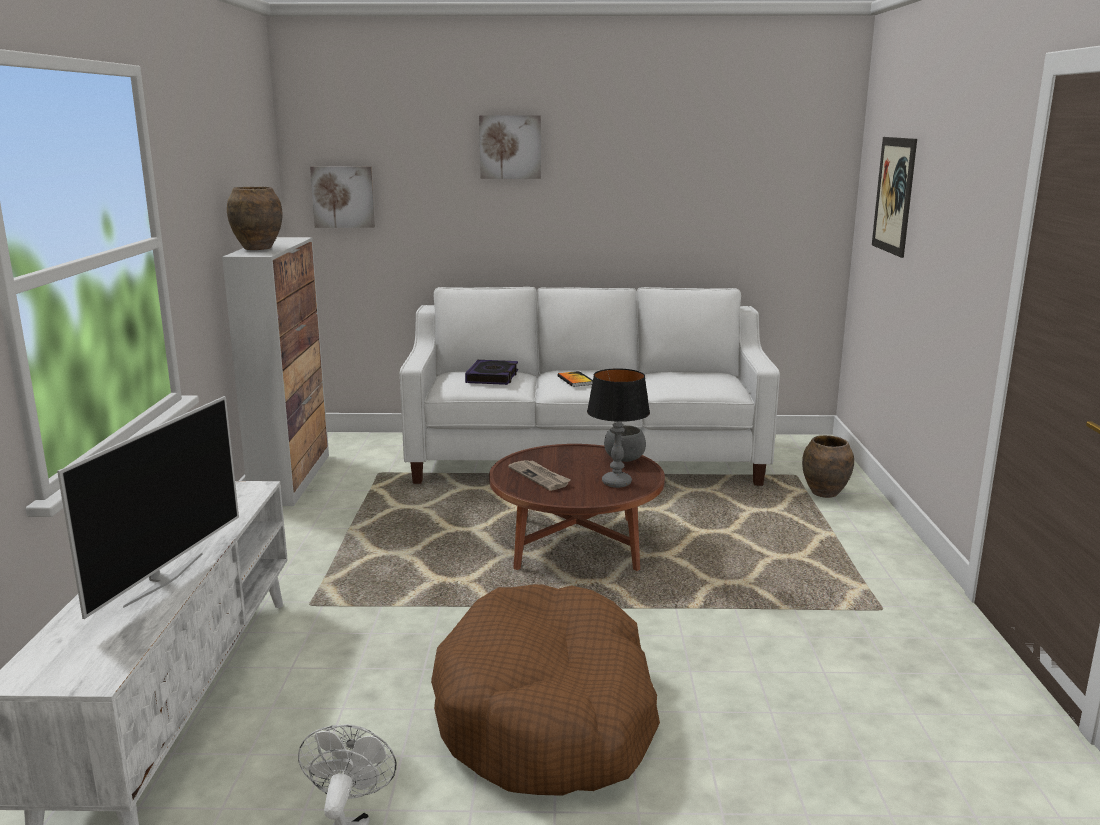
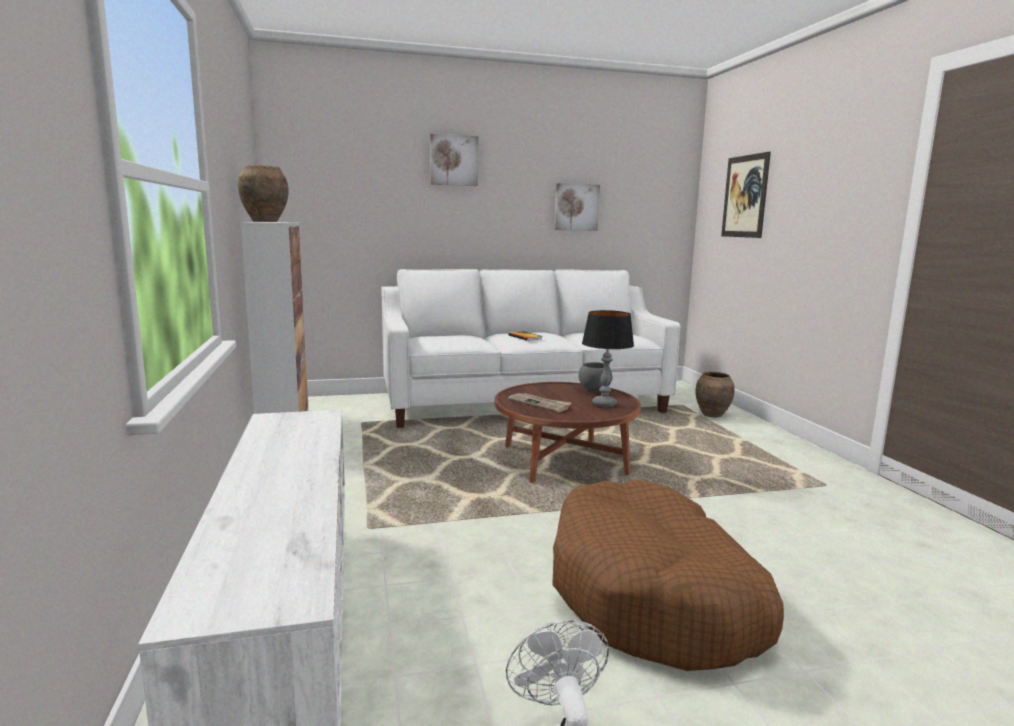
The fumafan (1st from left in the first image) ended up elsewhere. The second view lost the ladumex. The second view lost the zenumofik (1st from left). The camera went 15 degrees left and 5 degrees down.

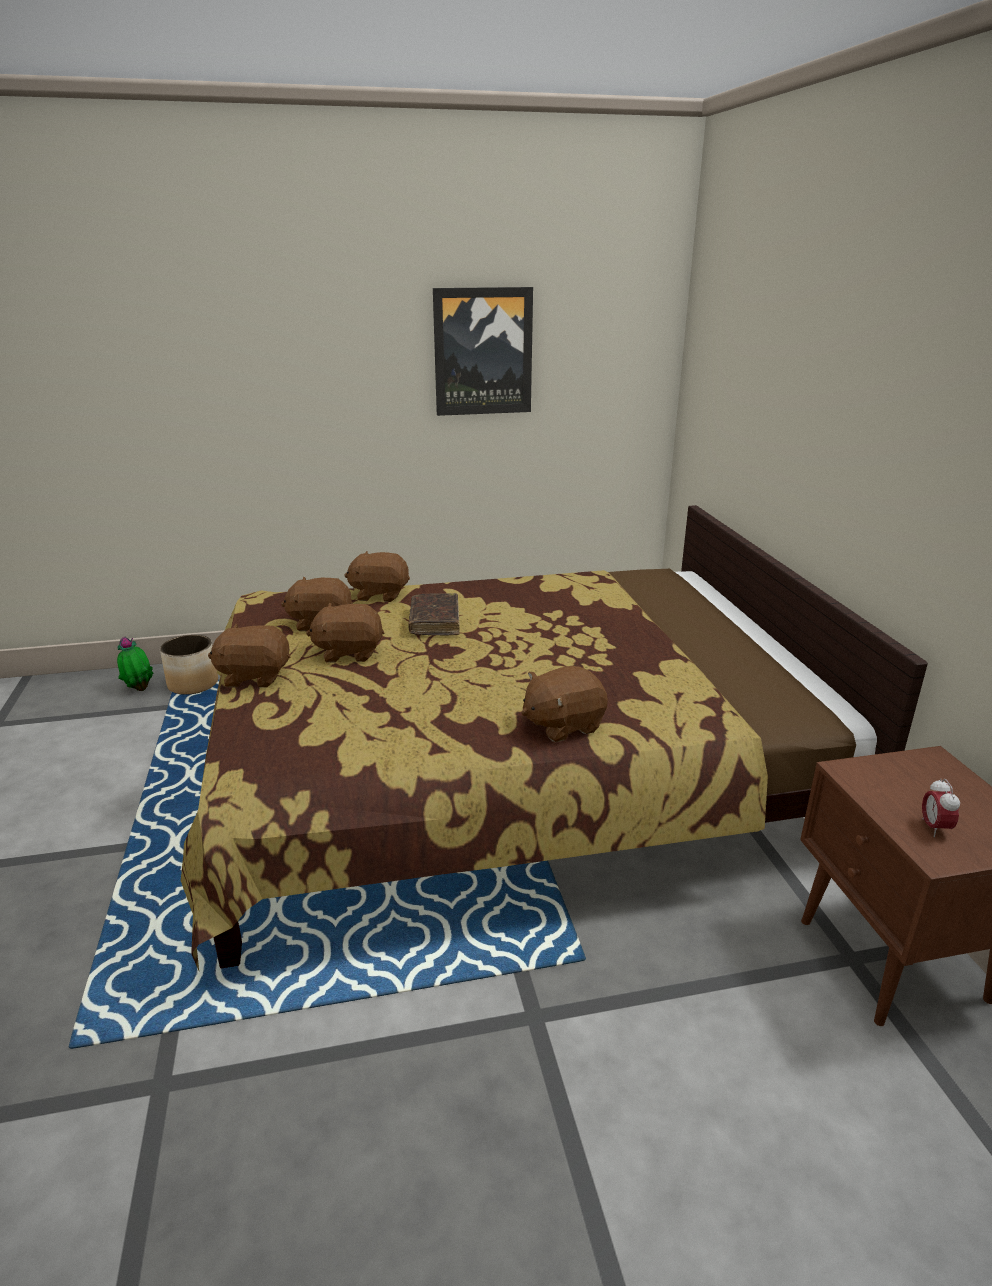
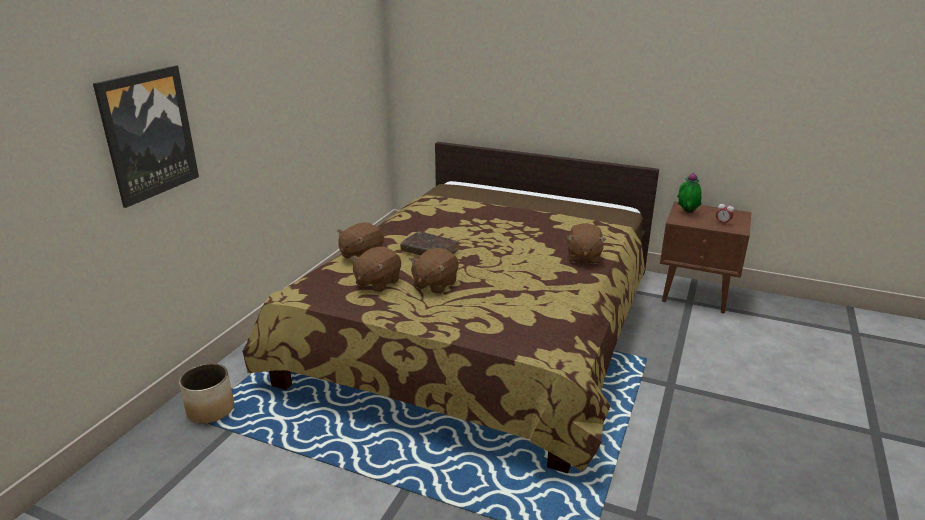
The fumafan ended up elsewhere. The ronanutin ended up elsewhere. The second view lost the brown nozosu (1st from left). The camera went 55 degrees left and 0 degrees up.

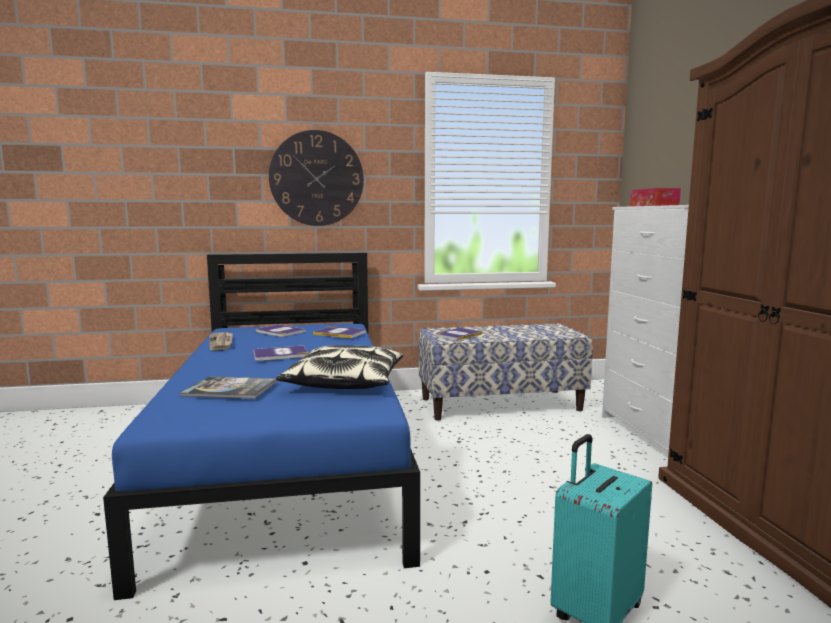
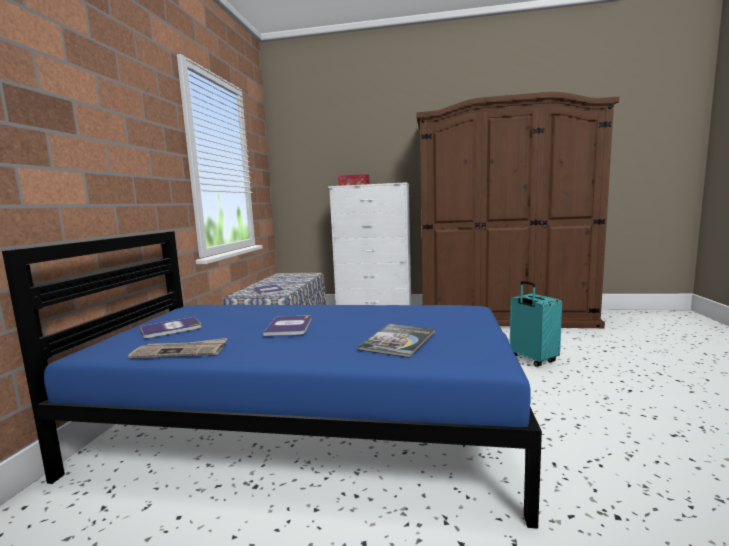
The second view lost the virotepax. The second view lost the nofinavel. The second view lost the zenumofik (4th from left). The camera went 70 degrees left and 0 degrees up.

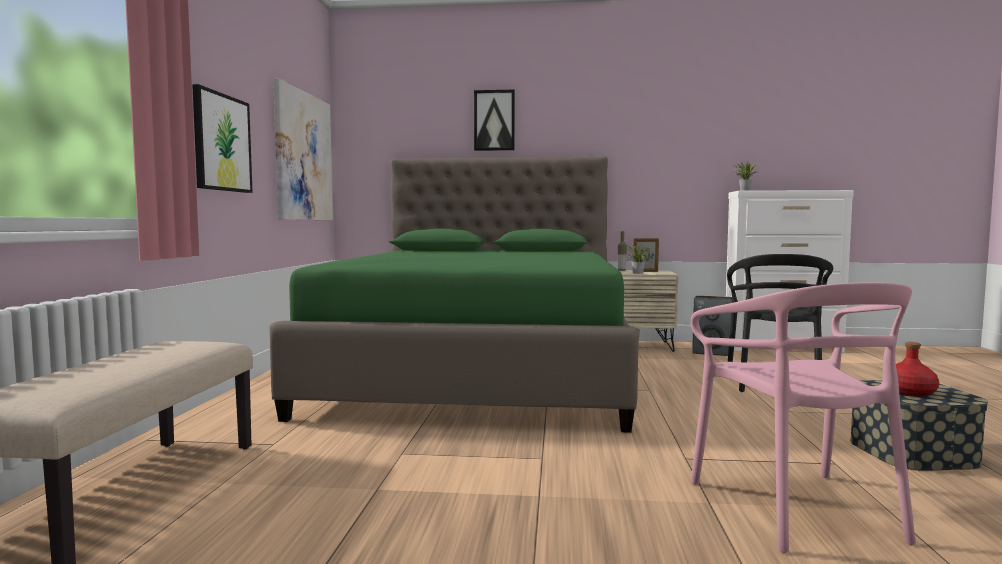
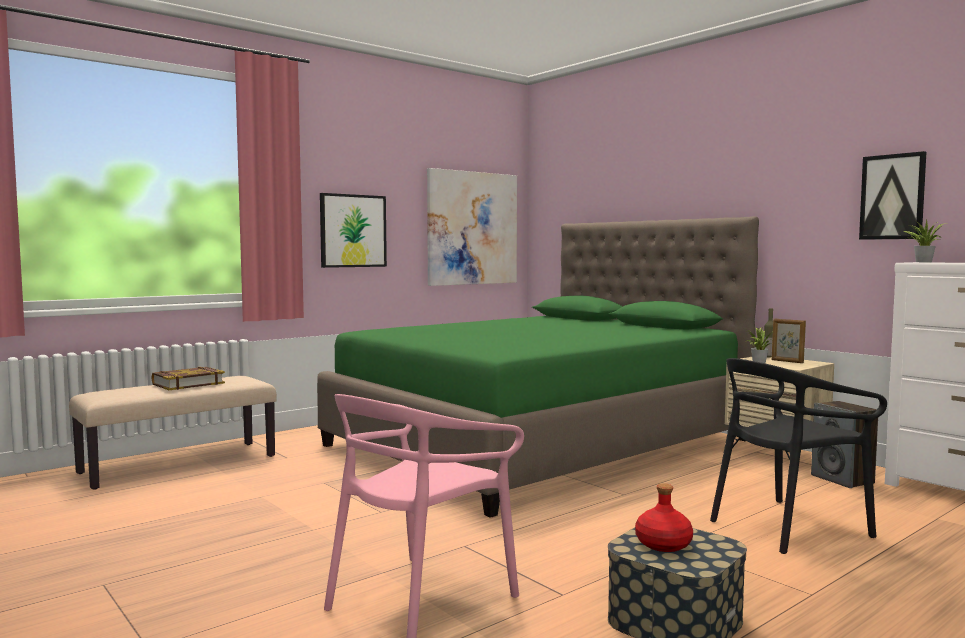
The second view gained the zenumofik. The fumafan (3rd from left) ended up elsewhere. The camera went 45 degrees right and 0 degrees up.

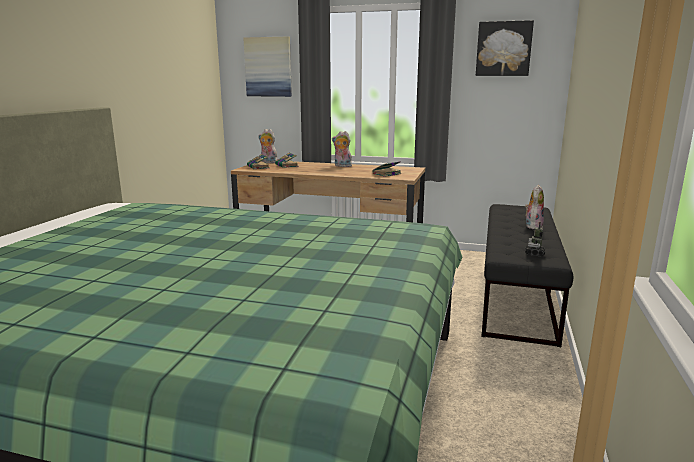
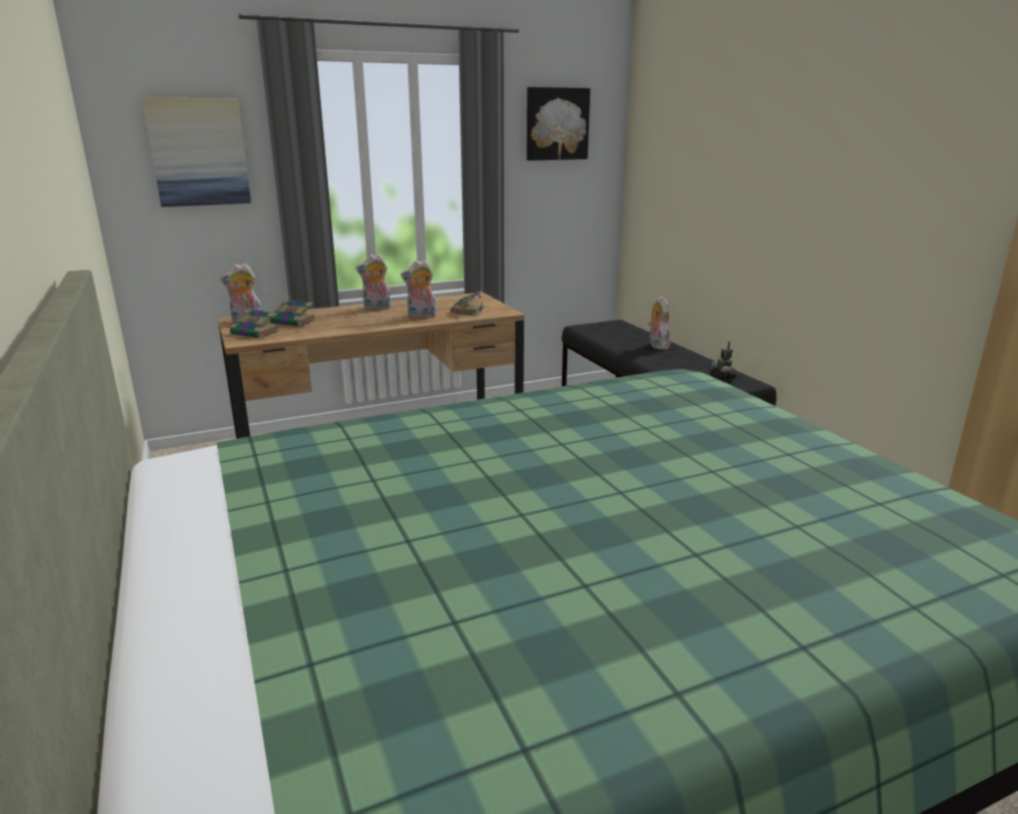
The second view gained the nozosu (3rd from left). The camera went 40 degrees left and 5 degrees up.

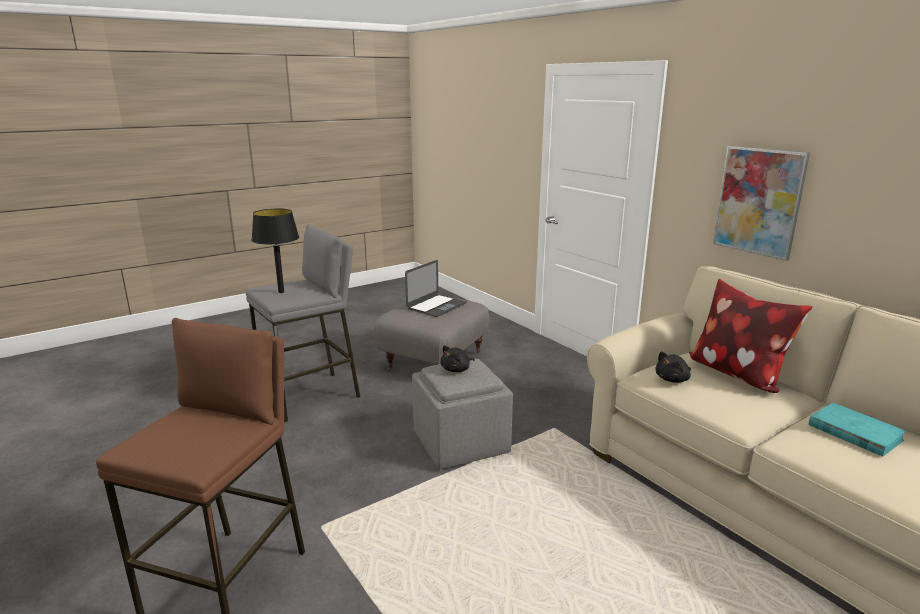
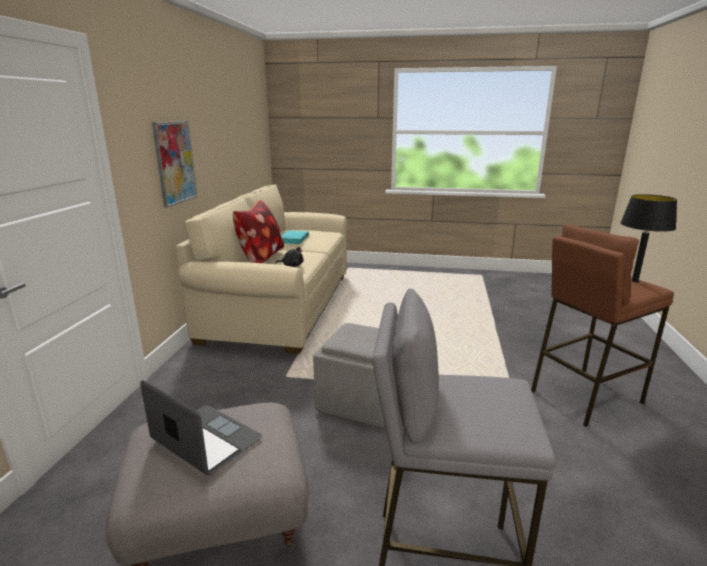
The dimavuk ended up facing another way, 45 degrees clockwise from before. The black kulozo ended up elsewhere. The second view lost the black nozosu (1st from left). The camera went 135 degrees left and 0 degrees up.

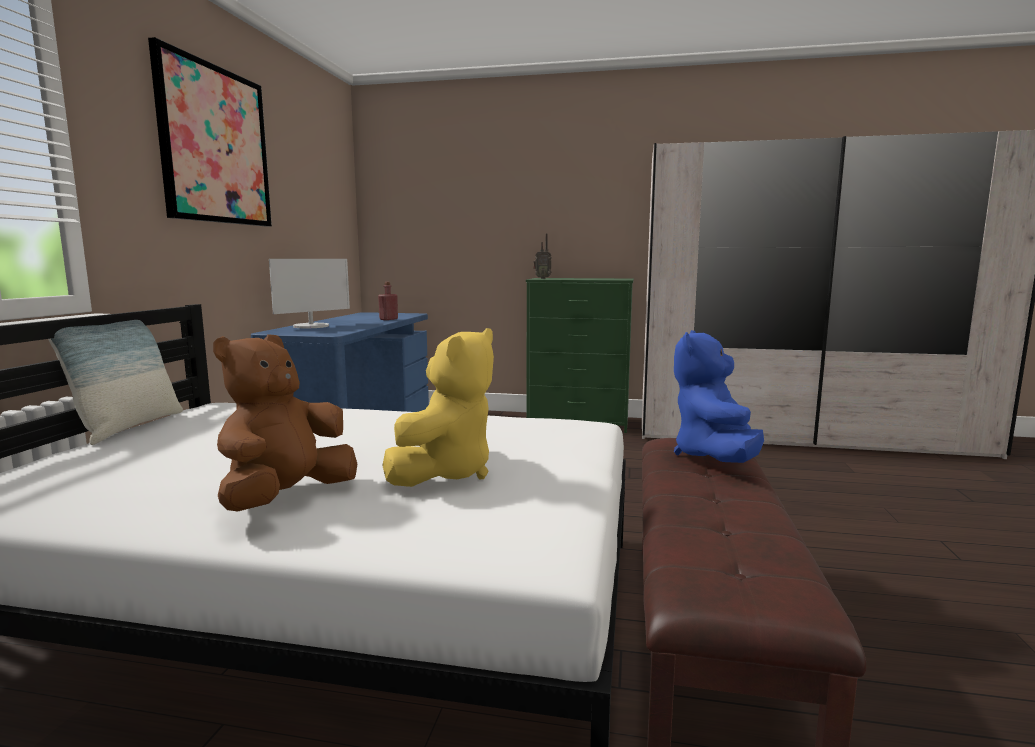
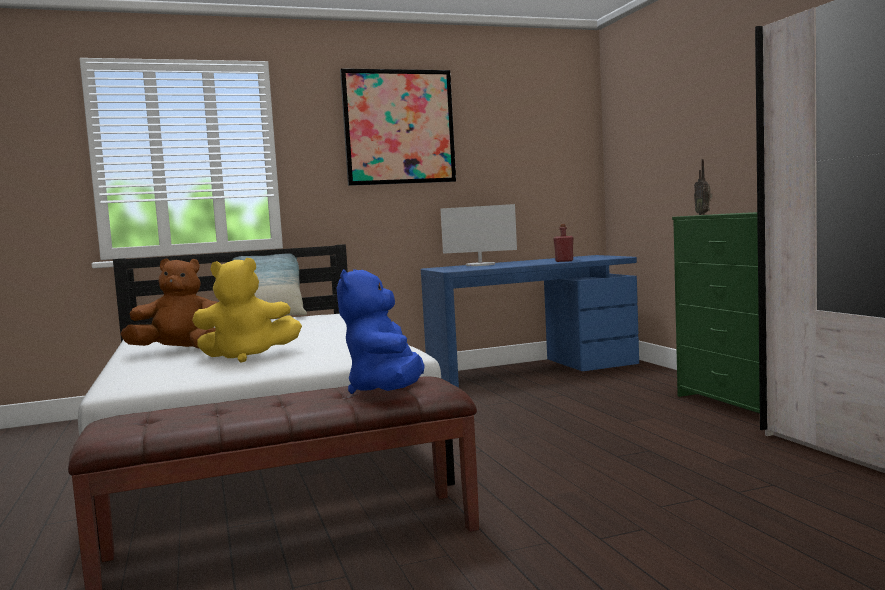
The blue nozosu ended up facing another way, 75 degrees counterclockwise from before. The camera went 60 degrees right and 5 degrees down.

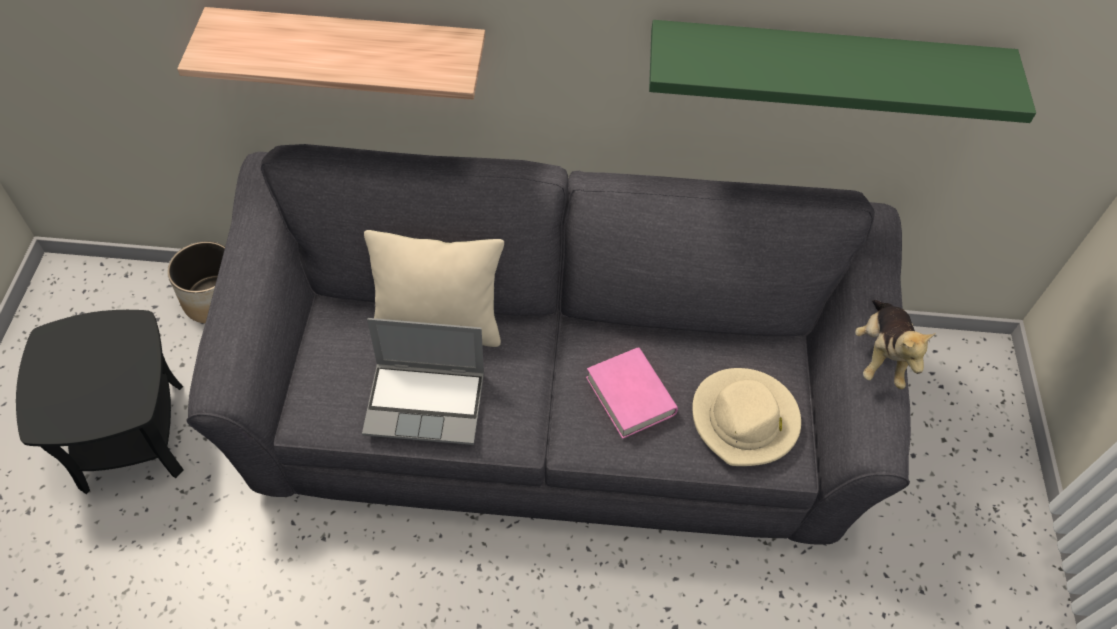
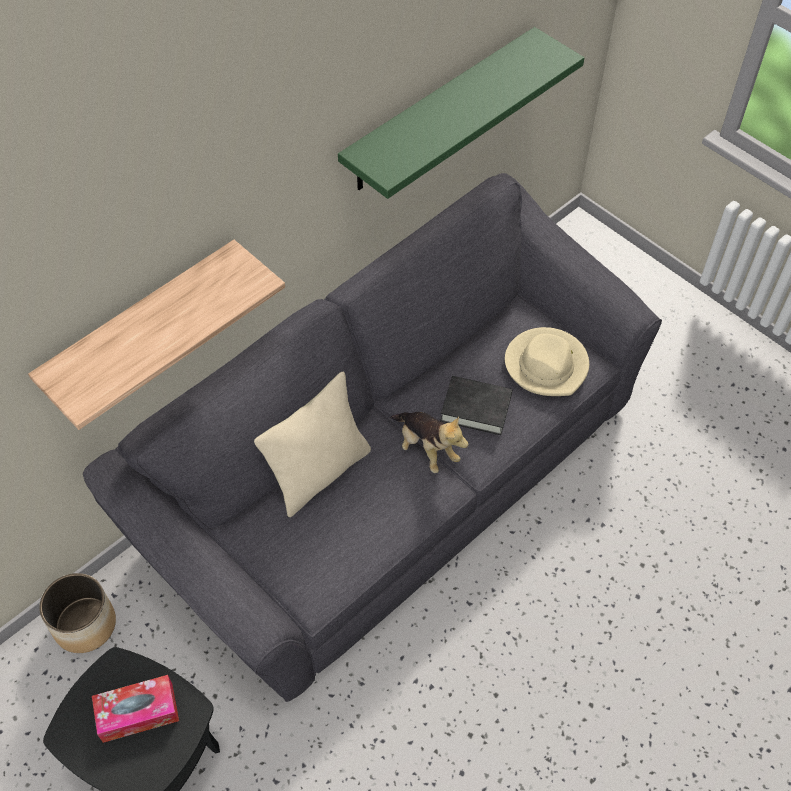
The second view gained the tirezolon. The nozosu ended up elsewhere. What was the pink zenumofik turned into the black zenumofik. The second view lost the dimavuk. The camera went 45 degrees left and 0 degrees up.

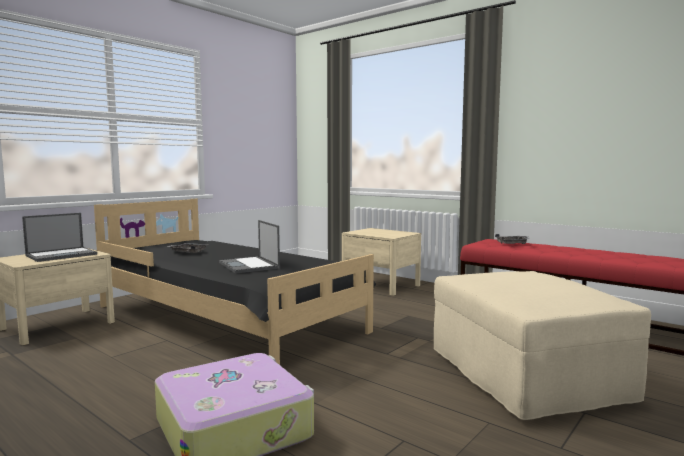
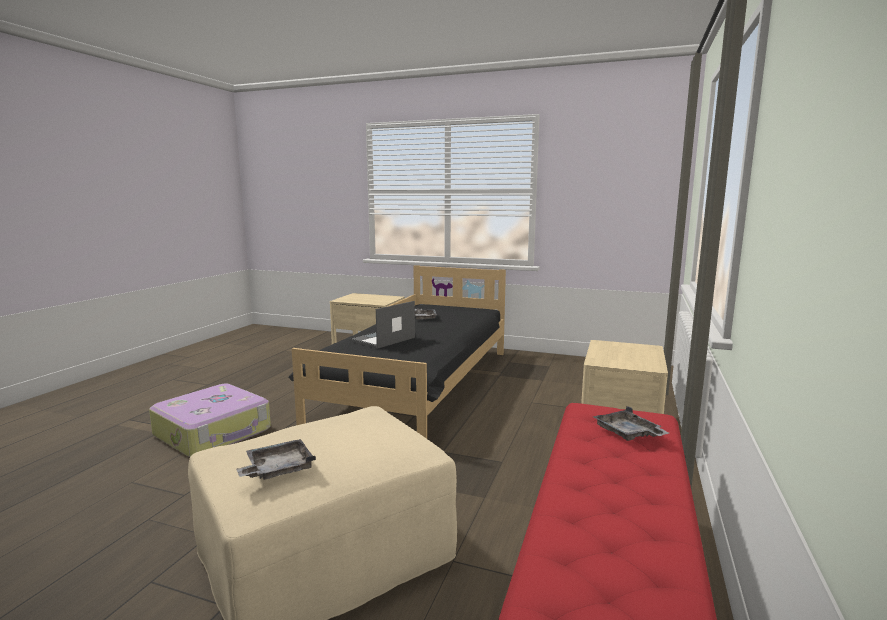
The second view gained the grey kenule (1st from left). The second view lost the dimavuk (1st from left). The camera went 70 degrees right and 5 degrees up.

